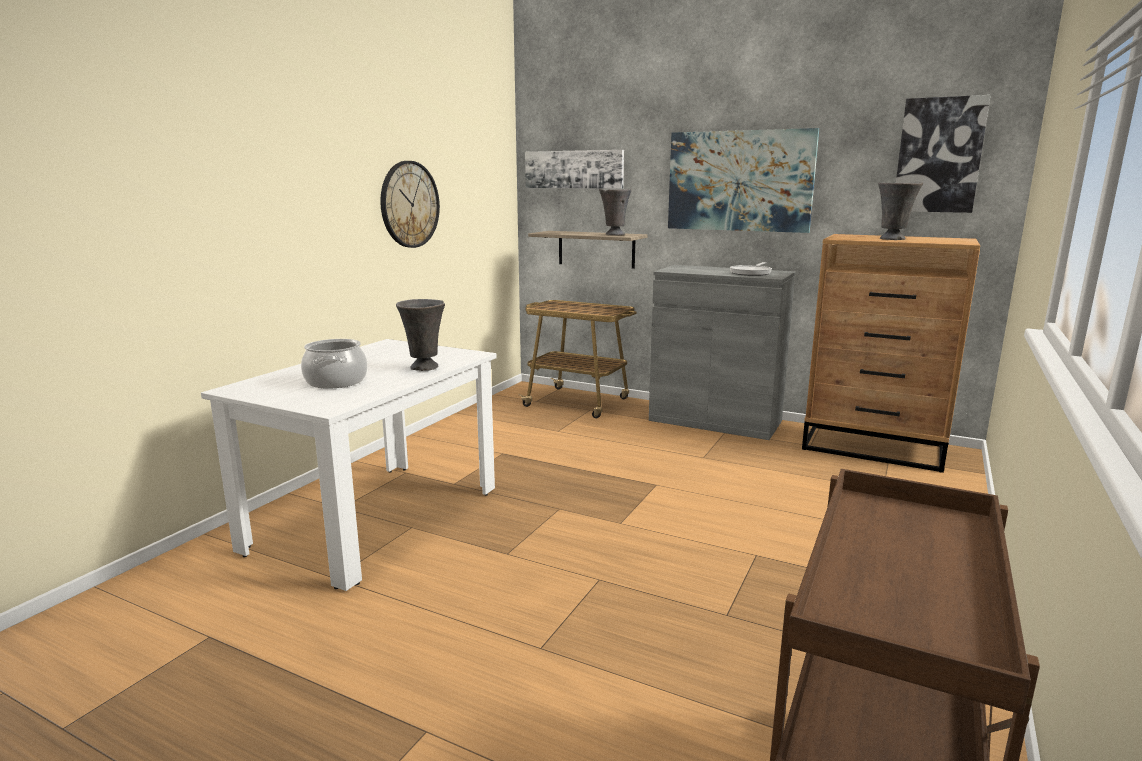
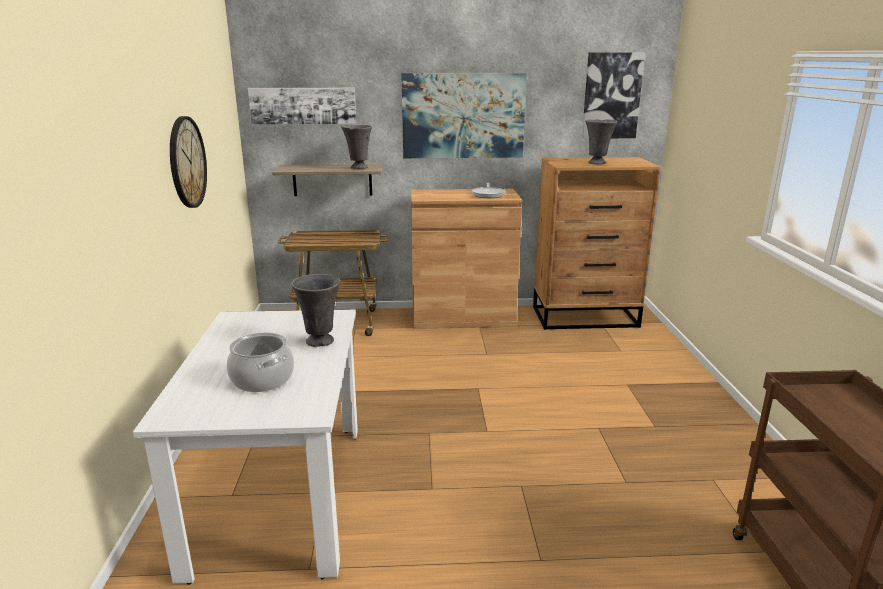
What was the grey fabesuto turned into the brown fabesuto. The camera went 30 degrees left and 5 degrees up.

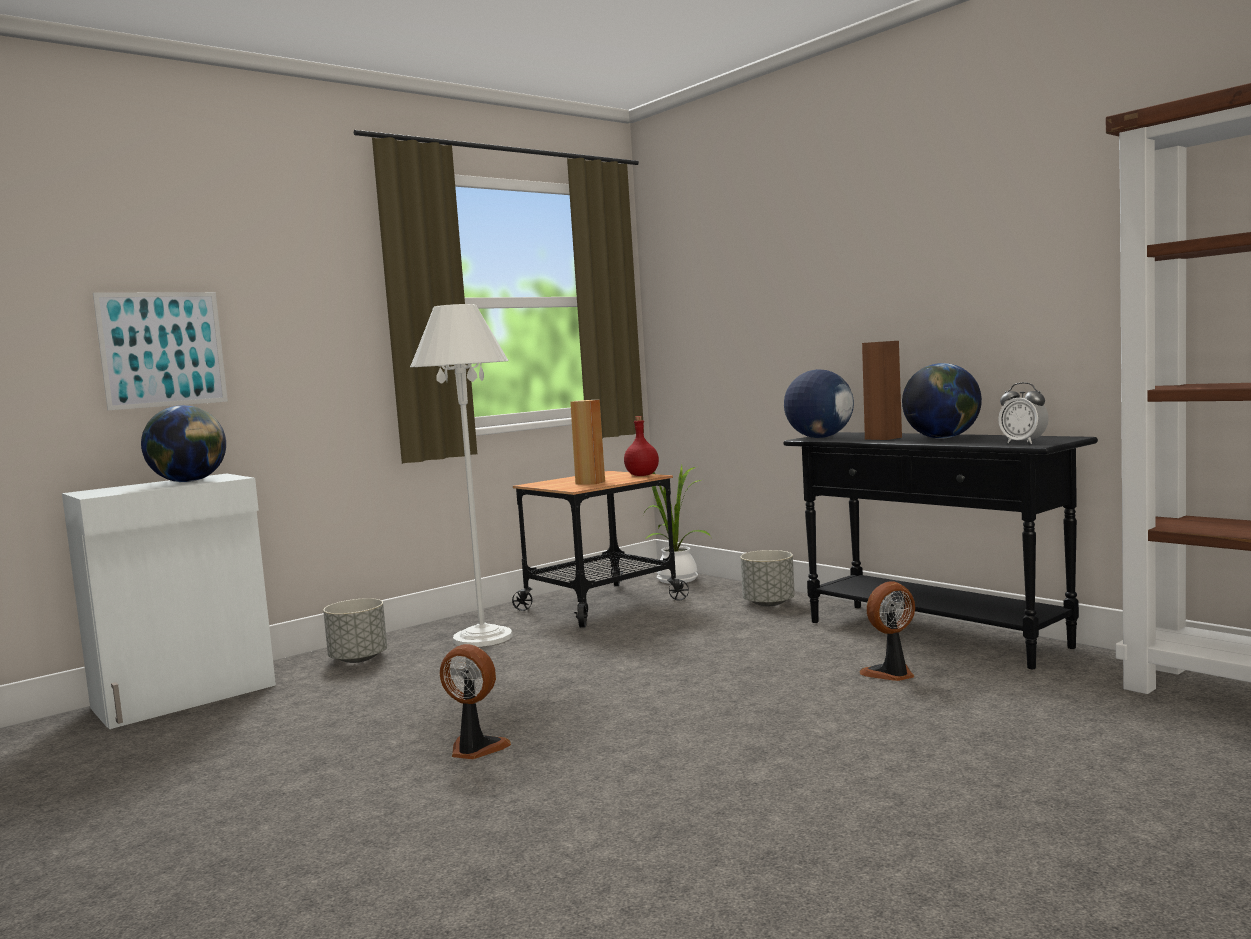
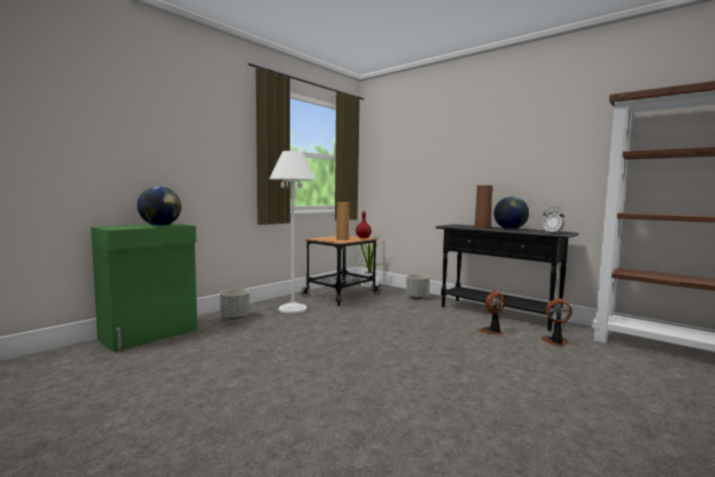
What was the white fabesuto turned into the green fabesuto. The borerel (1st from left in the first image) ended up elsewhere. The second view lost the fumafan. The second view lost the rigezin (2nd from left). The camera went 10 degrees left and 0 degrees up.

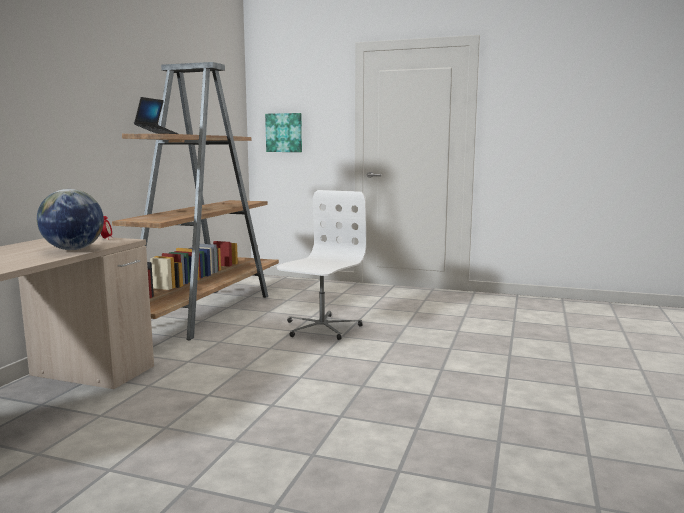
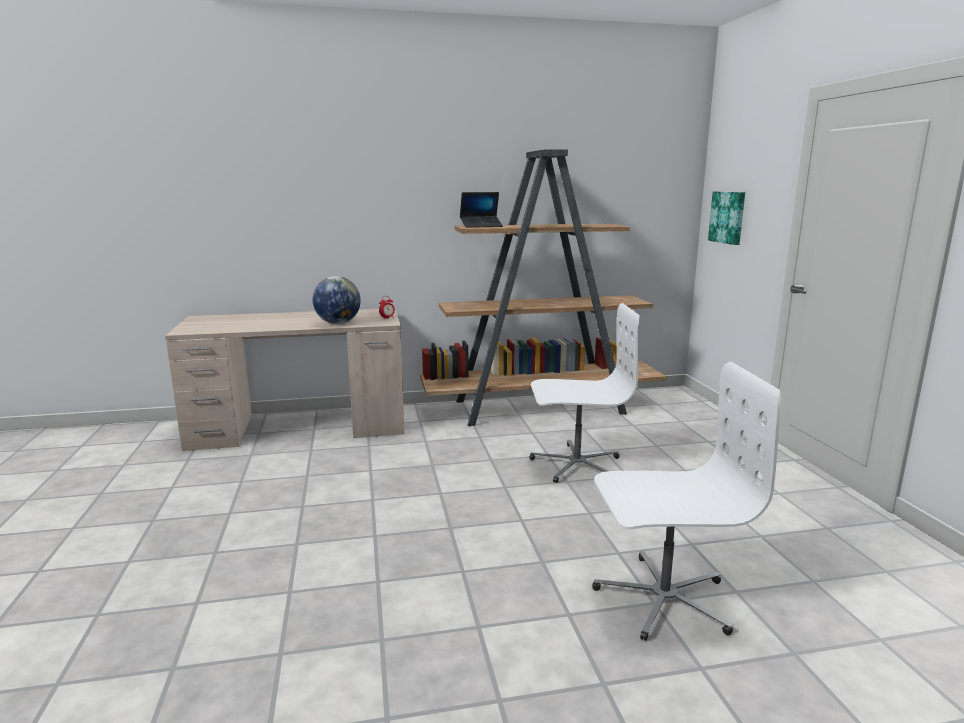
The second view gained the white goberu (2nd from left). The camera went 60 degrees right and 5 degrees up.

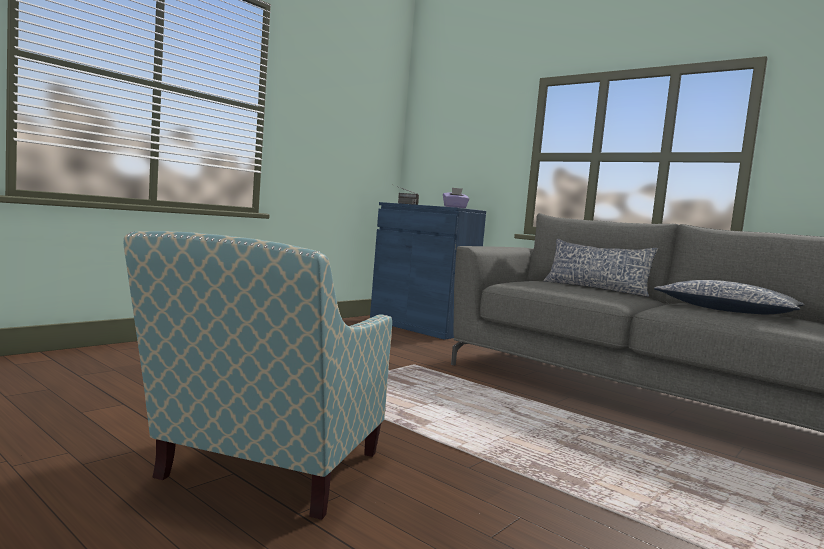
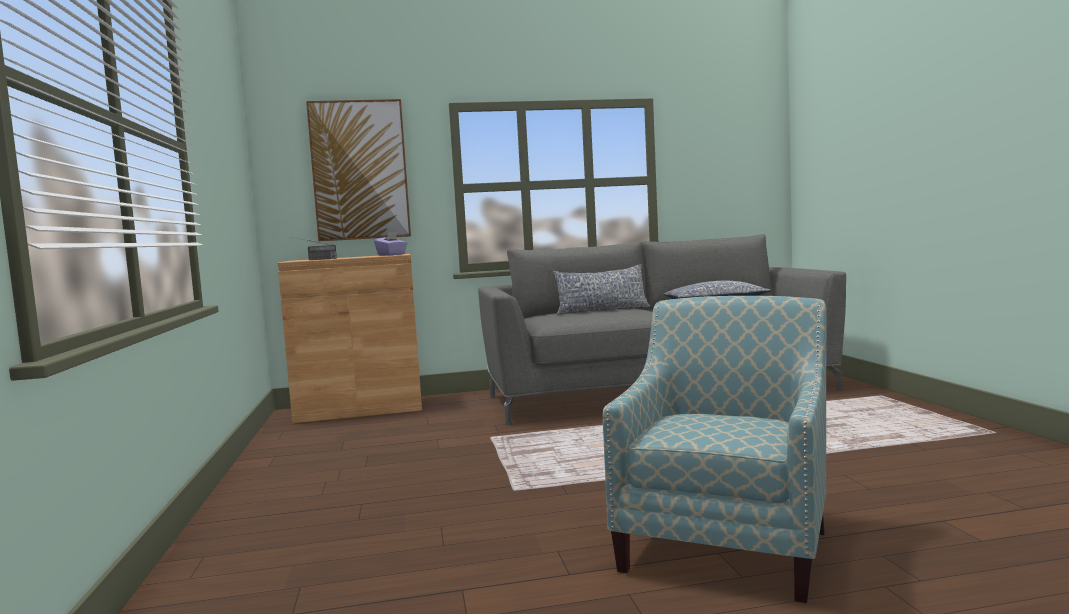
What was the blue fabesuto turned into the brown fabesuto. The second view gained the fumafan. The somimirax ended up facing another way, 120 degrees counterclockwise from before. The camera went 50 degrees left and 0 degrees up.

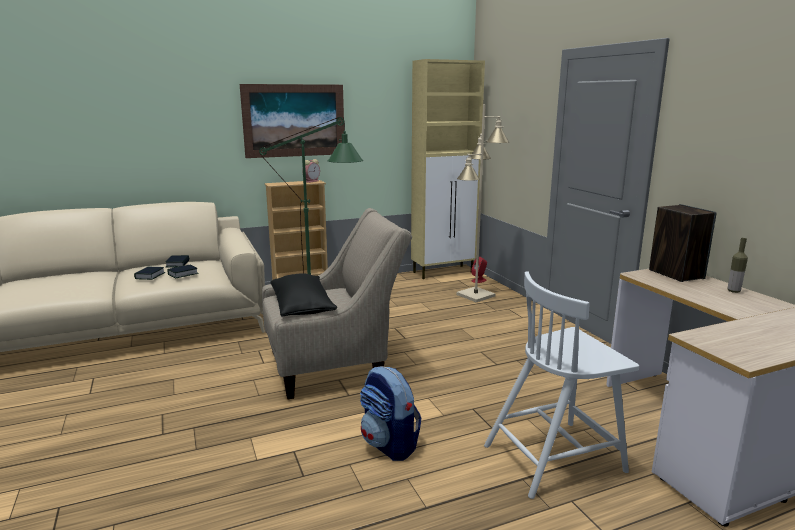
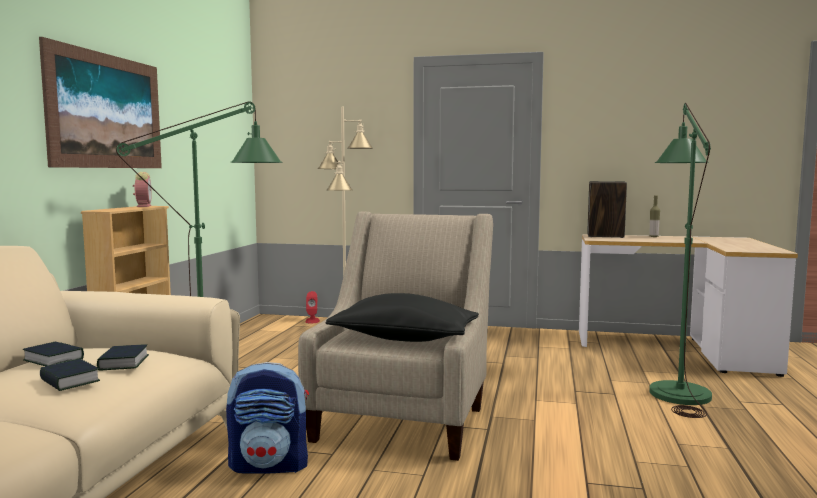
The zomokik ended up elsewhere. Where the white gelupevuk stood, the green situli (2nd from left) came to stand. The second view lost the beige fabesuto. The camera went 55 degrees left and 10 degrees down.

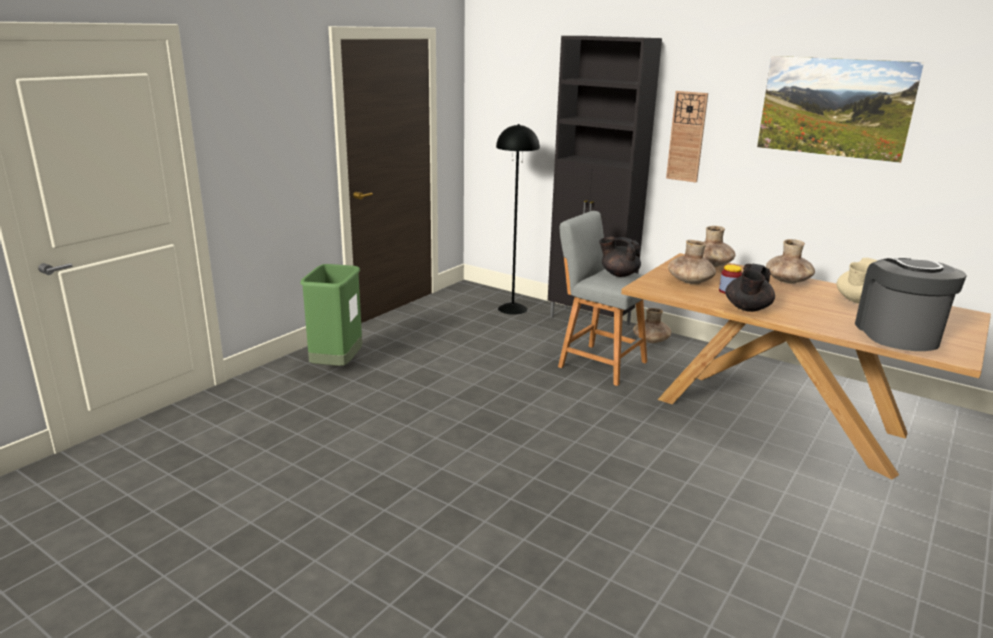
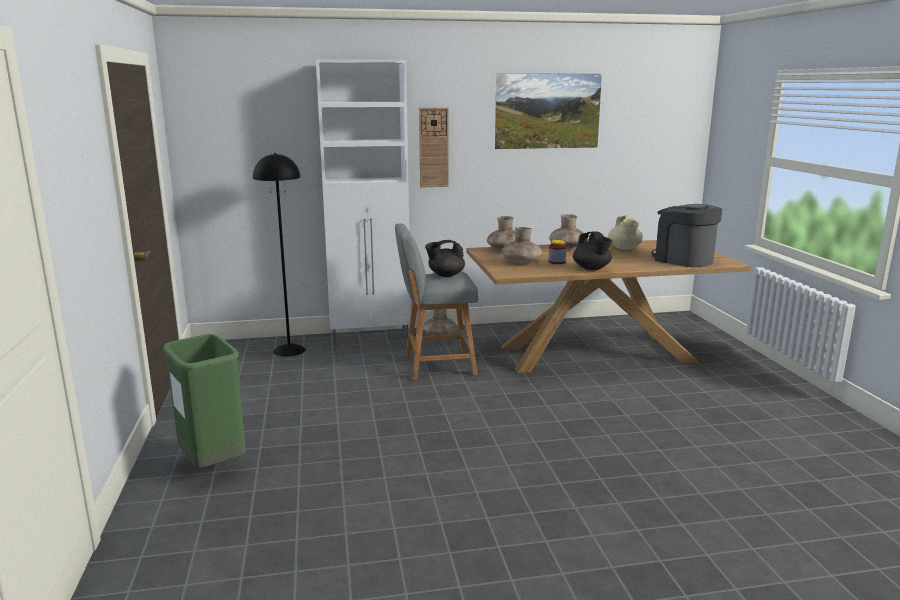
What was the black fabesuto turned into the white fabesuto. The camera went 45 degrees left and 5 degrees down.

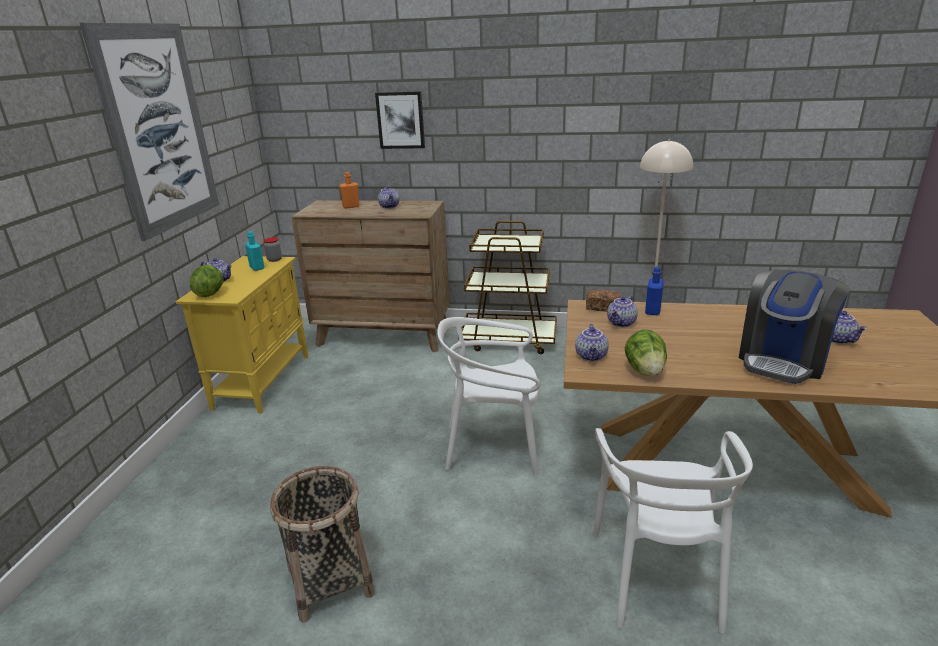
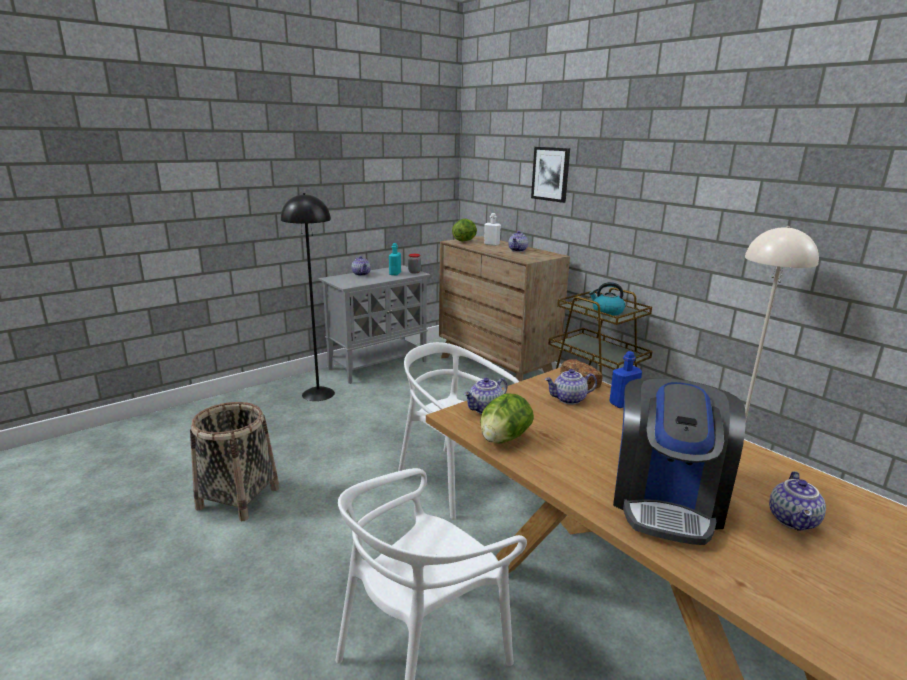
The second view gained the black situli. What was the yellow fabesuto turned into the grey fabesuto. The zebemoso (1st from left) ended up elsewhere. What was the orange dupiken turned into the white dupiken. The second view gained the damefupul. The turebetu ended up facing another way, 60 degrees counterclockwise from before. The second view lost the fumafan (1st from left). The camera went 40 degrees right and 5 degrees down.

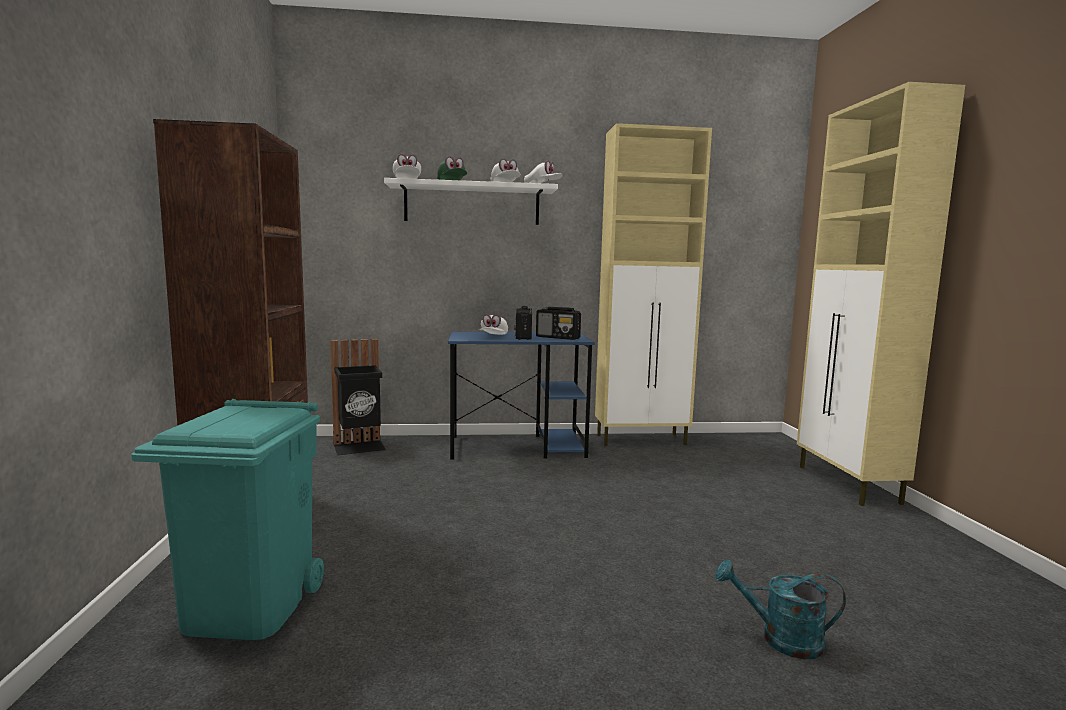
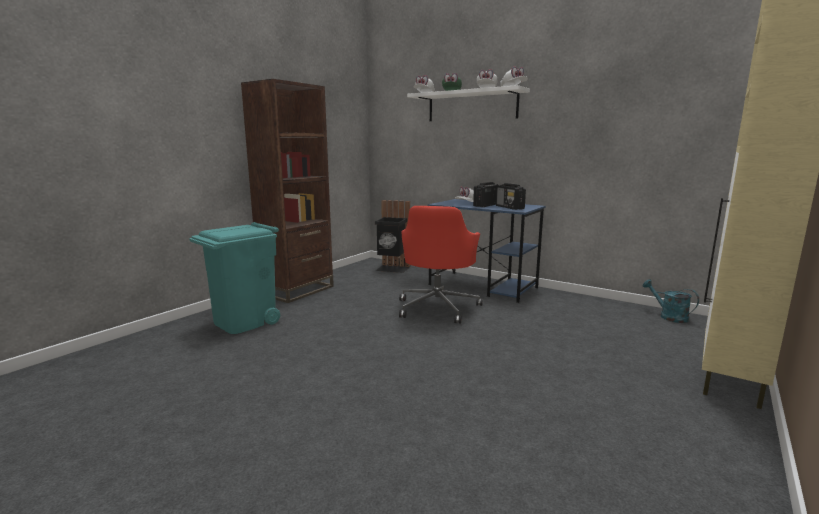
The second view gained the red goberu. The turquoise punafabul ended up elsewhere. The second view lost the beige fabesuto (1st from left). The camera went 40 degrees right and 5 degrees up.

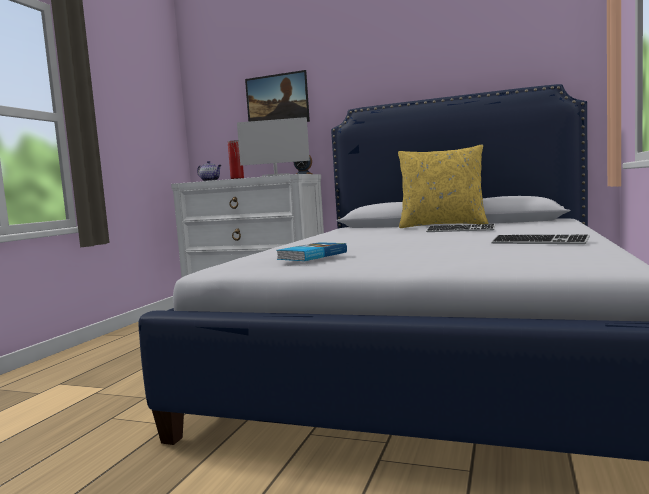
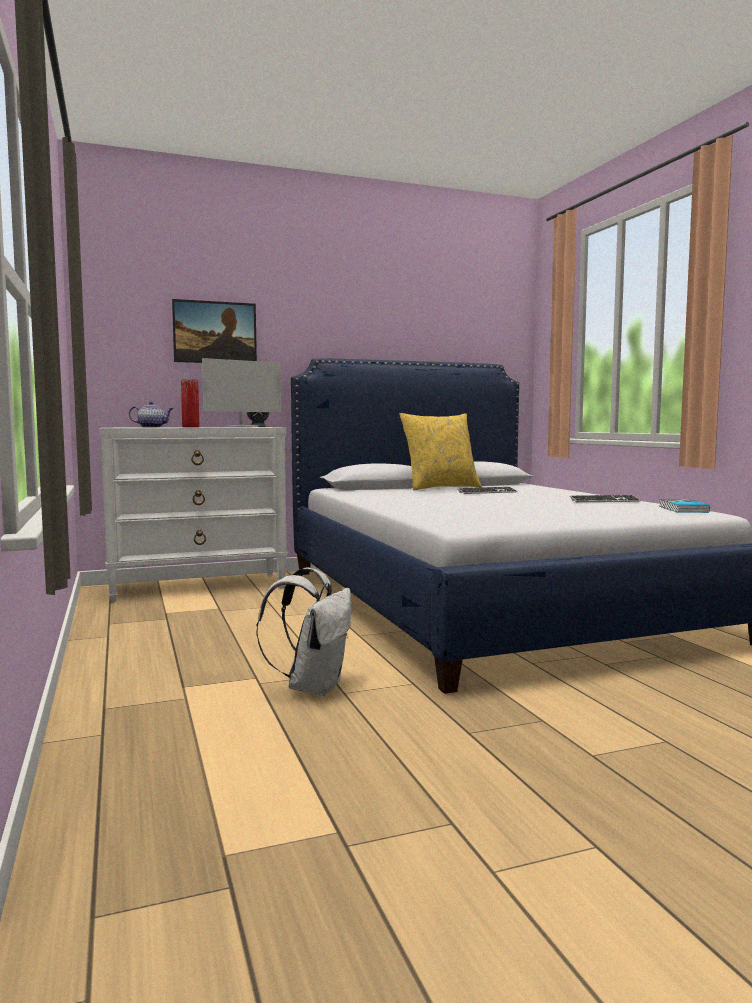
The second view gained the white zomokik. The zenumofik ended up elsewhere. The camera went 40 degrees left and 0 degrees up.

